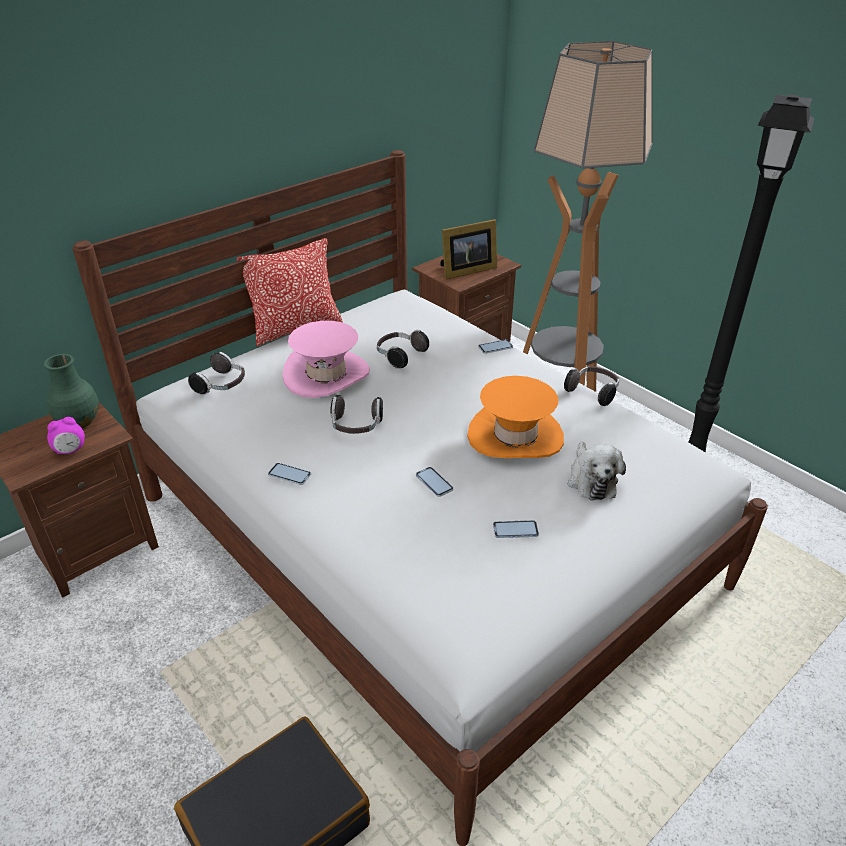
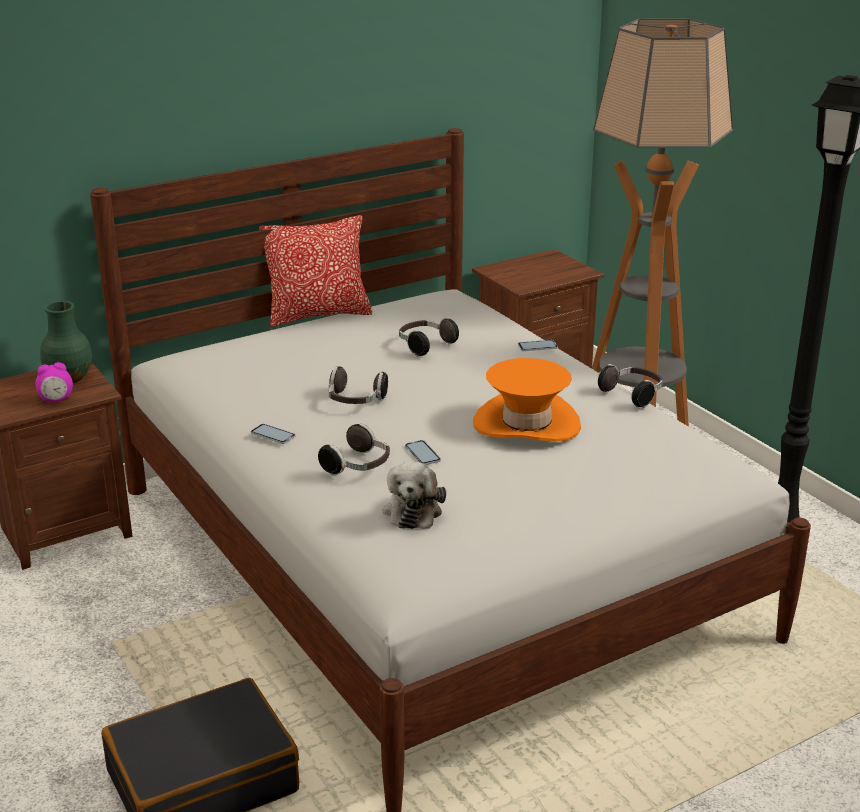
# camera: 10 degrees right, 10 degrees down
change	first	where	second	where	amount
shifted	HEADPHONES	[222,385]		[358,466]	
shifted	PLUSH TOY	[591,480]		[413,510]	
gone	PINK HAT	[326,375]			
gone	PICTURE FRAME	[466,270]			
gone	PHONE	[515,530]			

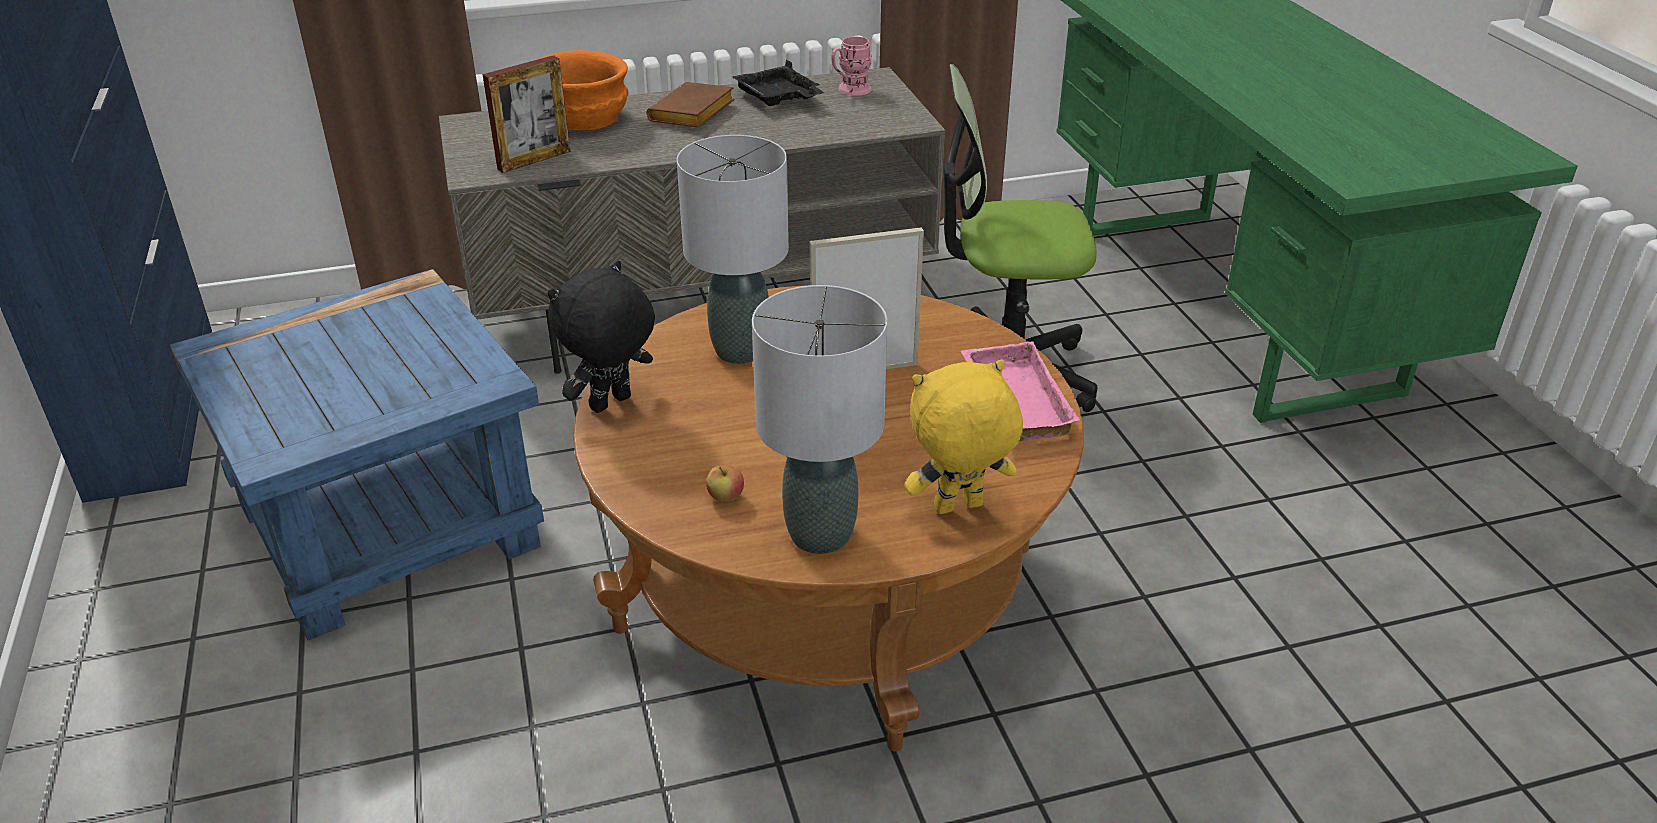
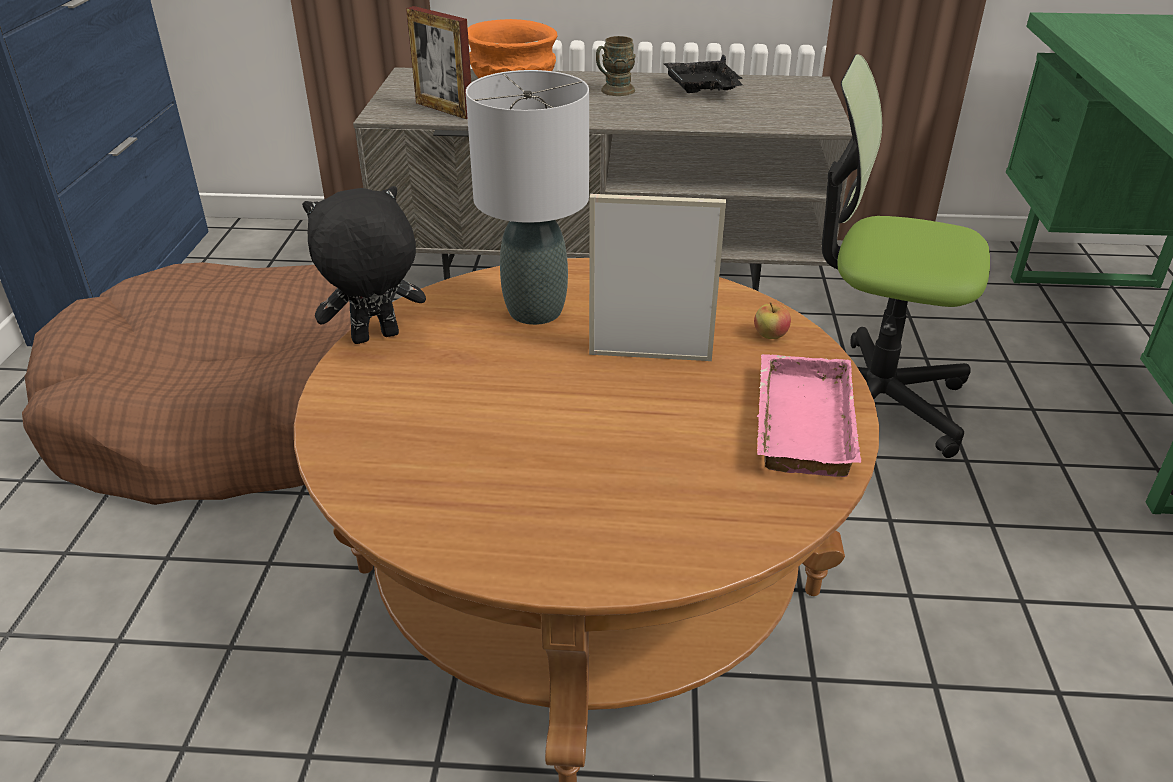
# camera: 20 degrees right, 0 degrees up
change	first	where	second	where	amount
swapped	BLUE SIDE TABLE	[390,523]	BROWN DOG BED	[235,416]	
rotated	PICTURE FRAME	[534,160]		[444,109]	60 degrees clockwise
swapped	BROWN BOOK	[693,114]	BROWN MUG	[613,92]	
shifted	APPLE	[726,497]		[770,336]	
gone	GREY TABLE LAMP	[819,534]			
gone	PINK MUG	[850,90]			
gone	YELLOW PLUSH TOY	[958,509]			

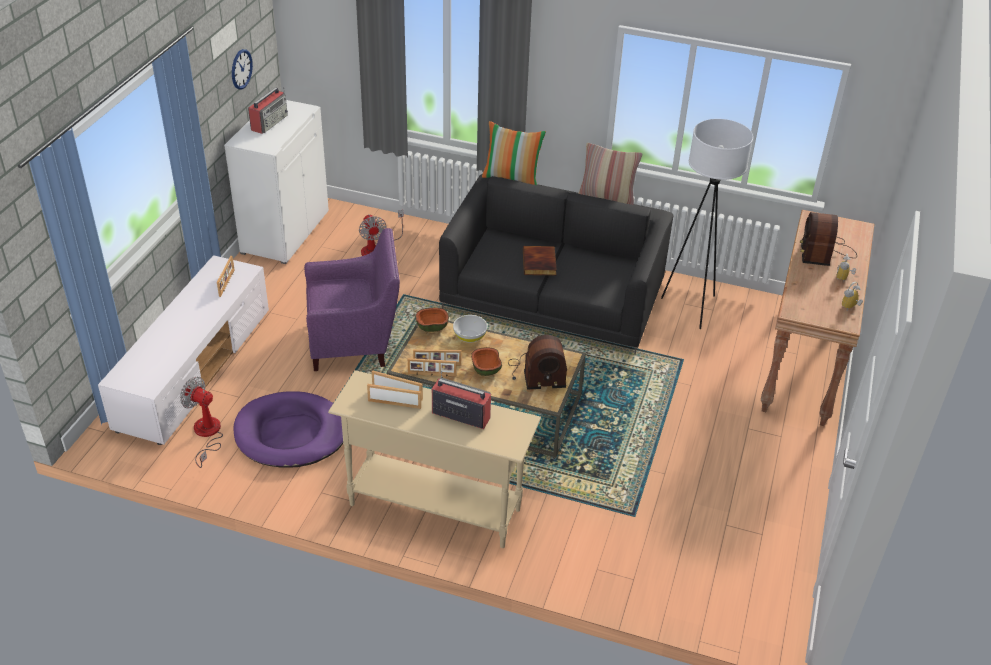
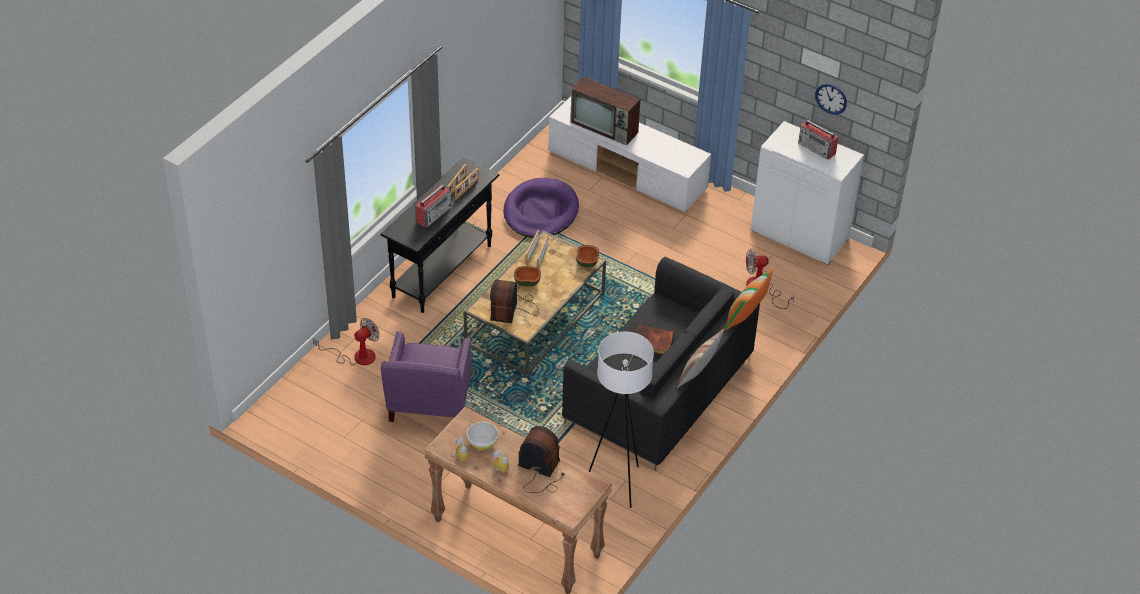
# camera: 105 degrees right, 5 degrees up
change	first	where	second	where	amount
shifted	FAN	[206,435]		[356,356]	
repainted	BEIGE CONSOLE TABLE	[434,506]	BLACK CONSOLE TABLE	[442,271]	
shifted	PURPLE ARMCHAIR	[355,343]		[428,407]	
shifted	WHITE BOWL	[469,336]		[482,442]	
new			TELEVISION	[605,127]	
gone	PICTURE FRAME	[227,283]			

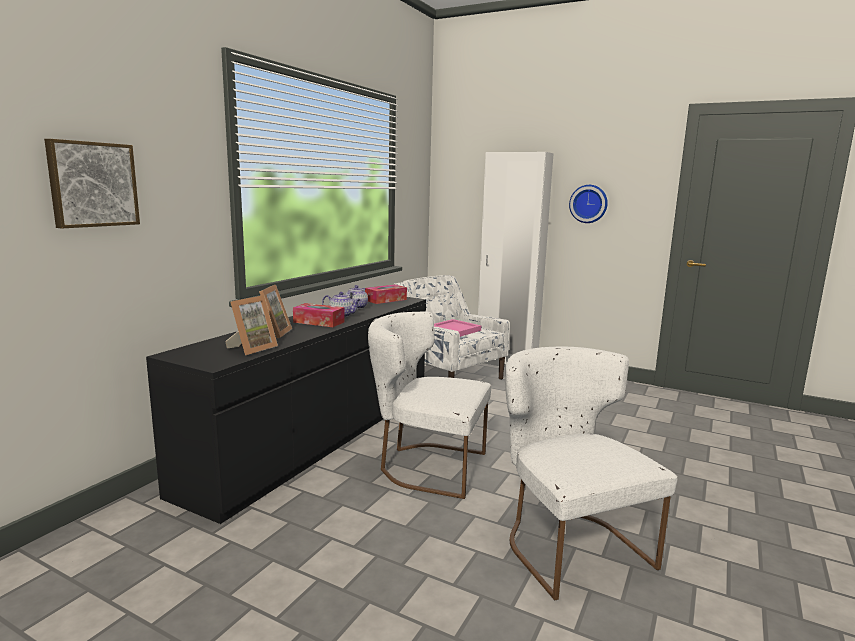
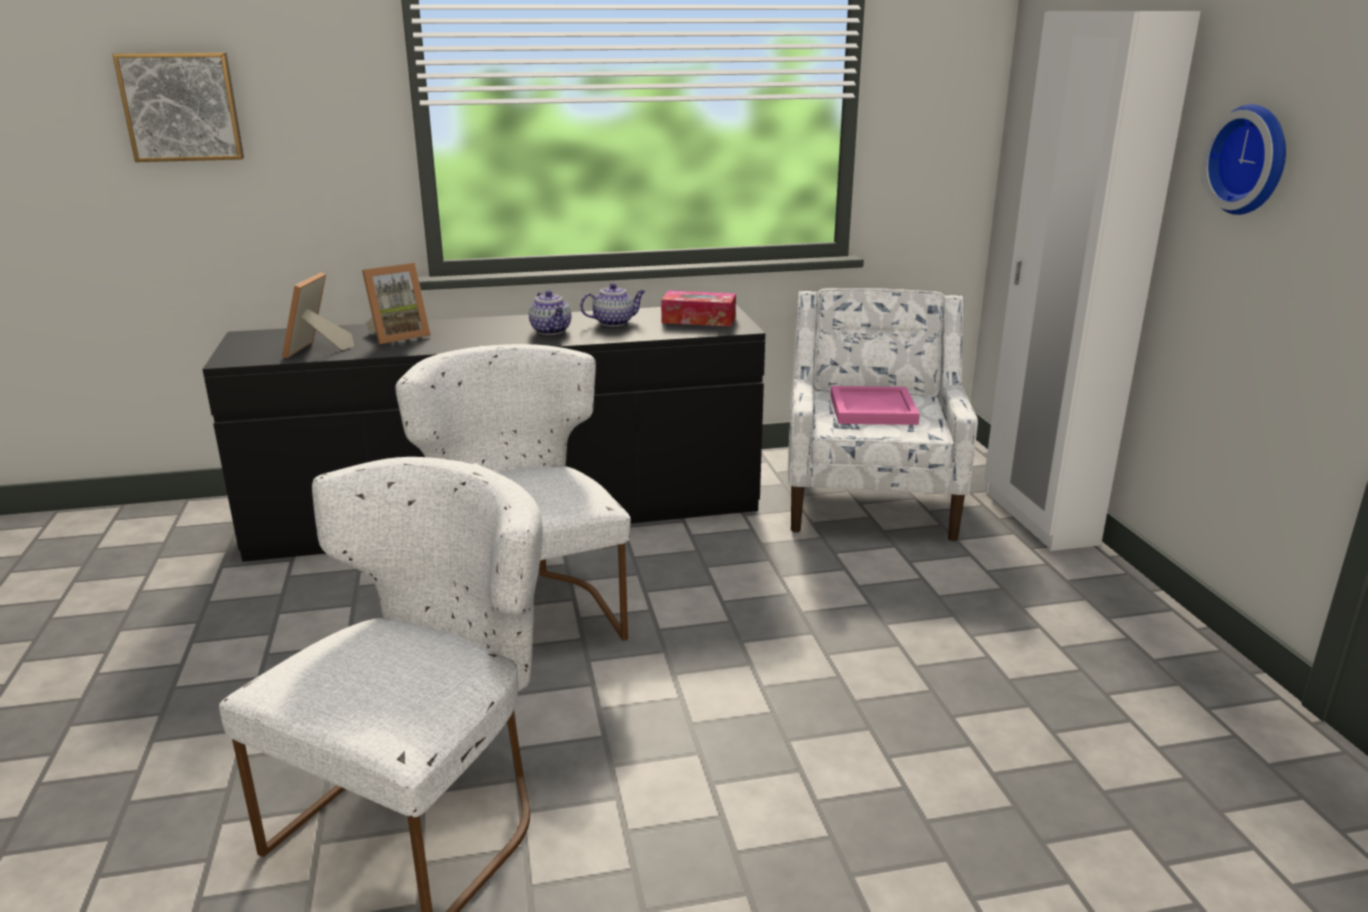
# camera: 50 degrees right, 10 degrees up
change	first	where	second	where	amount
rotated	PICTURE FRAME	[252,348]		[316,350]	105 degrees clockwise
gone	TISSUE BOX	[319,322]			

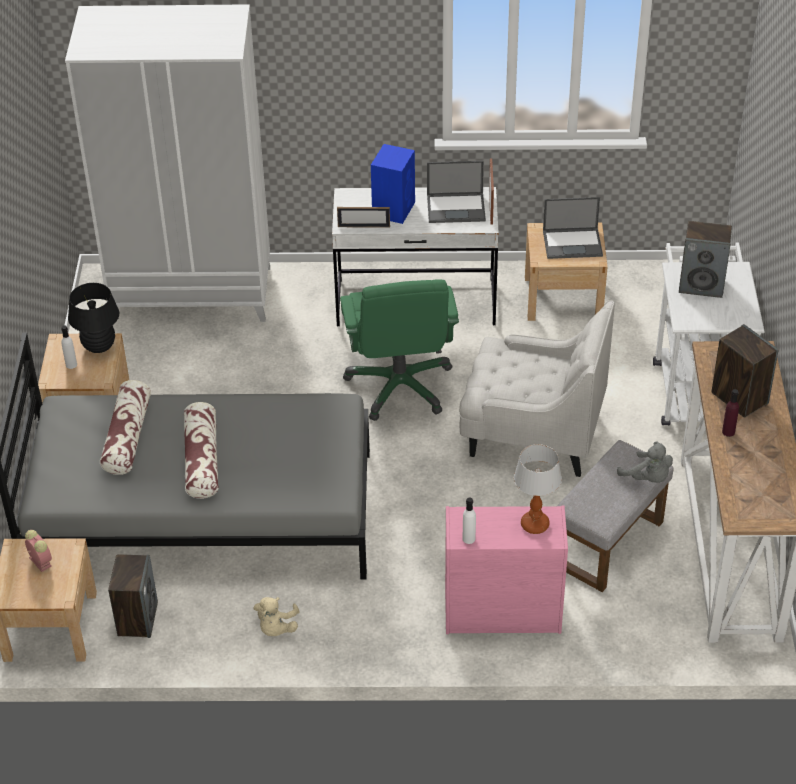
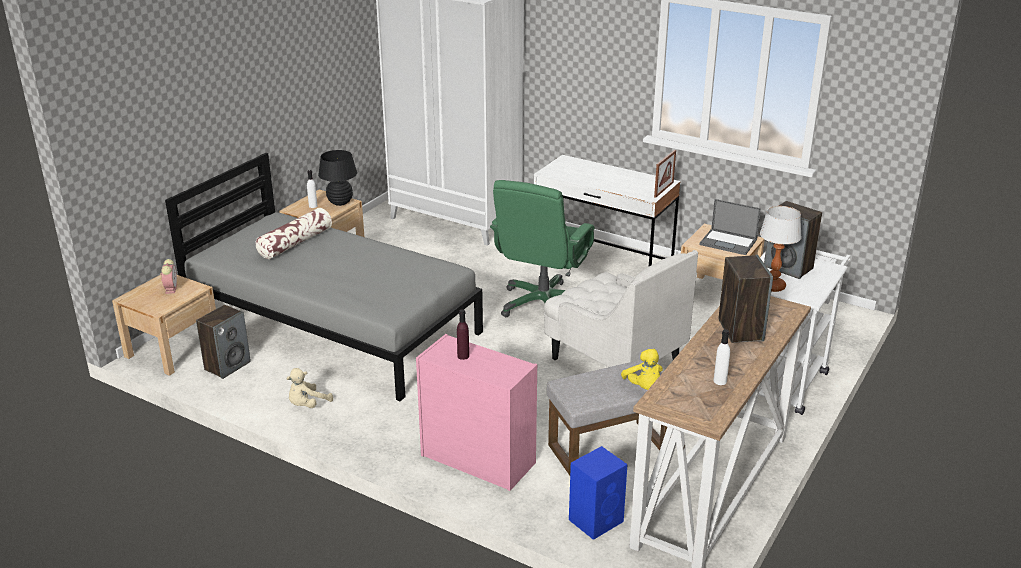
# camera: 30 degrees right, 15 degrees down
change	first	where	second	where	amount
shifted	PURPLE BOTTLE	[728,432]		[463,356]	
shifted	BLUE SPEAKER	[394,209]		[597,520]	
repainted	GREY PLUSH TOY	[647,478]	YELLOW PLUSH TOY	[646,388]	
shifted	WHITE BOTTLE	[468,538]		[720,381]	
shifted	TABLE LAMP	[534,524]		[772,286]	
gone	PILLOW	[202,459]			
gone	PICTURE FRAME	[364,226]			
gone	LAPTOP	[456,208]			

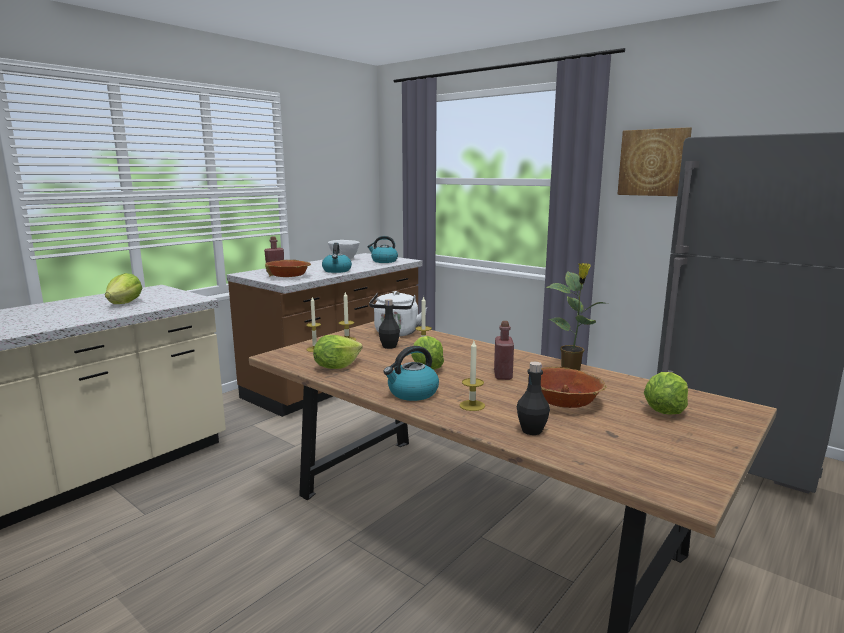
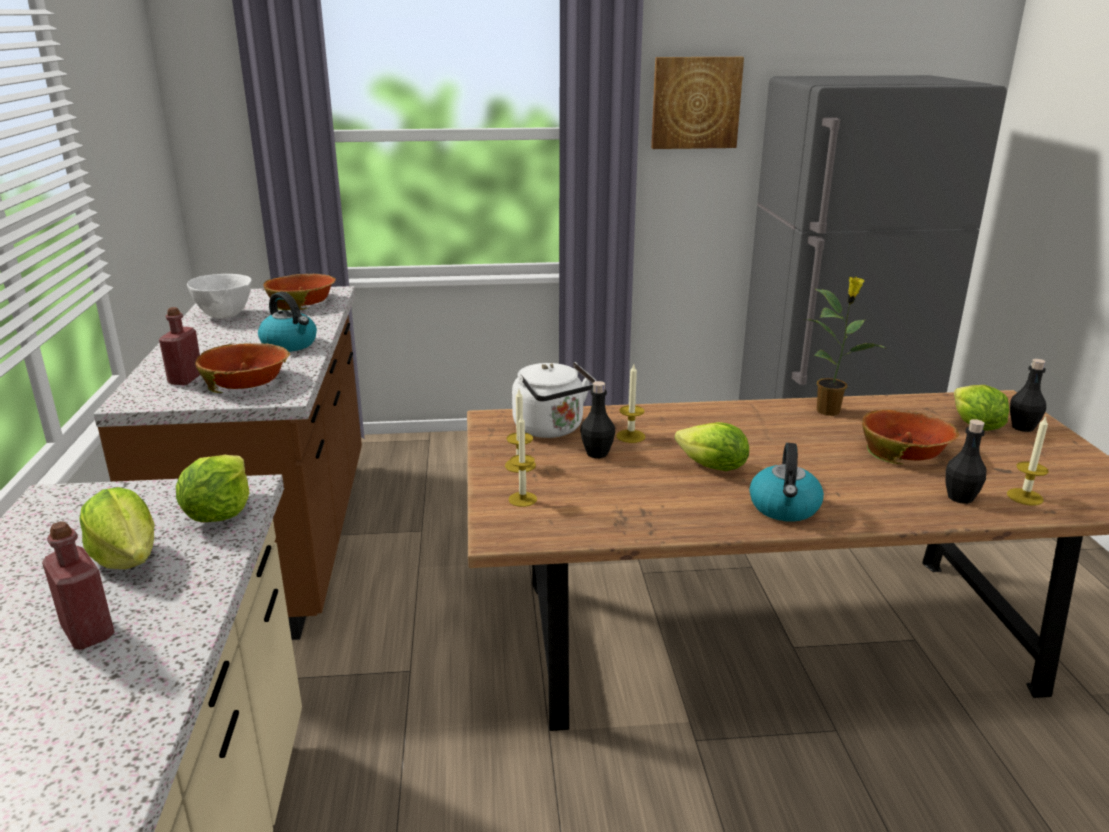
# camera: 45 degrees left, 10 degrees up
change	first	where	second	where	amount
shifted	RED BOTTLE	[503,375]		[88,632]	
shifted	LETTUCE	[336,367]		[219,513]	
swapped	KETTLE	[384,261]	BOWL	[302,302]	
shifted	CANDLE	[472,405]		[1025,497]	
new			BLACK BOTTLE	[1022,427]	

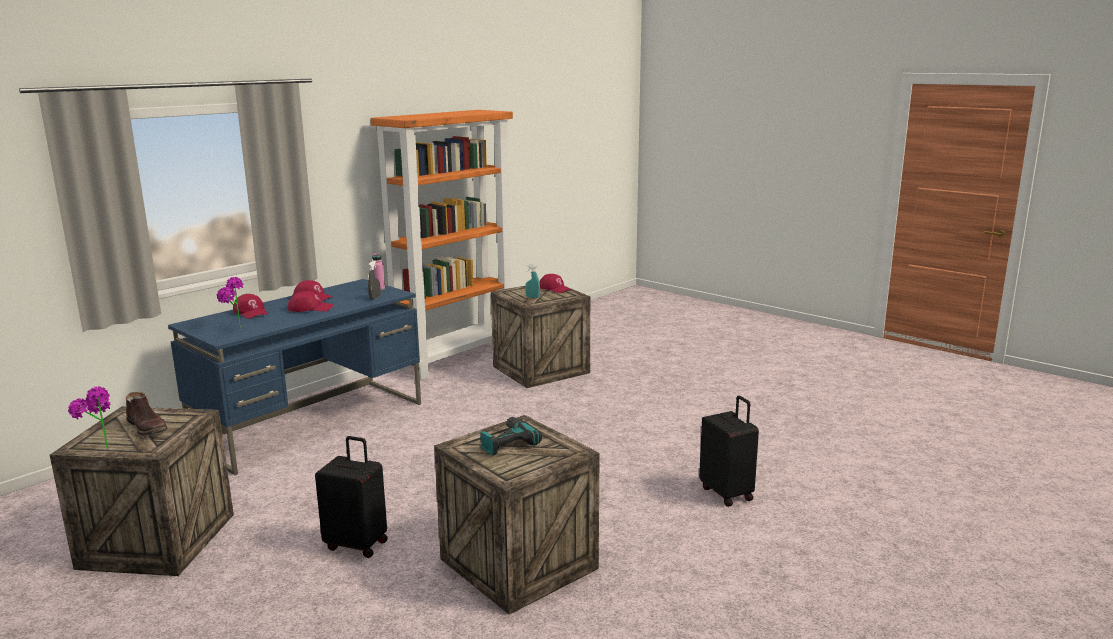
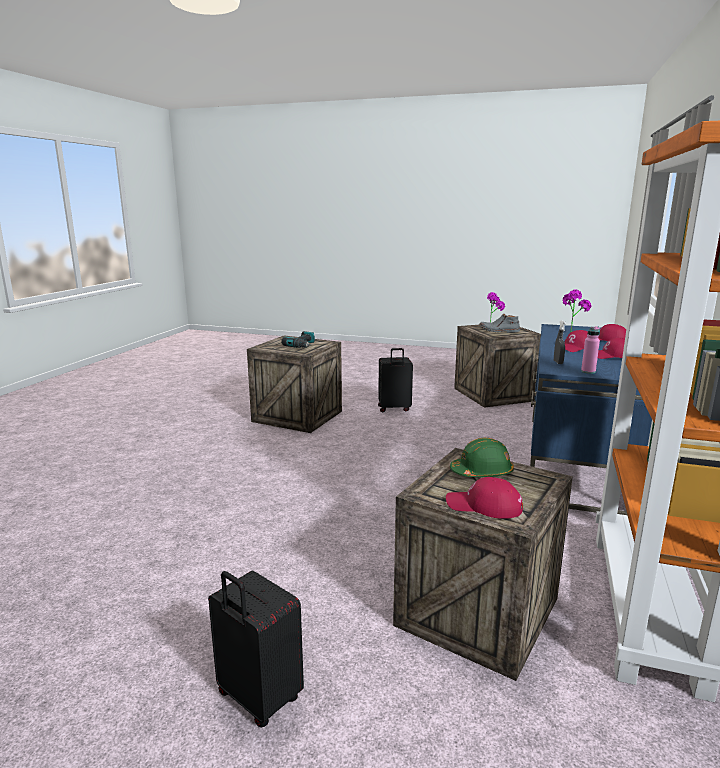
# camera: 155 degrees right, 0 degrees up
change	first	where	second	where	amount
shifted	BLACK SUITCASE	[727,493]		[257,698]	
swapped	TURQUOISE SPRAY BOTTLE	[532,297]	GREEN HARD HAT	[482,472]	
repainted	BROWN BOOT	[148,427]	GREY BOOT	[498,331]	

